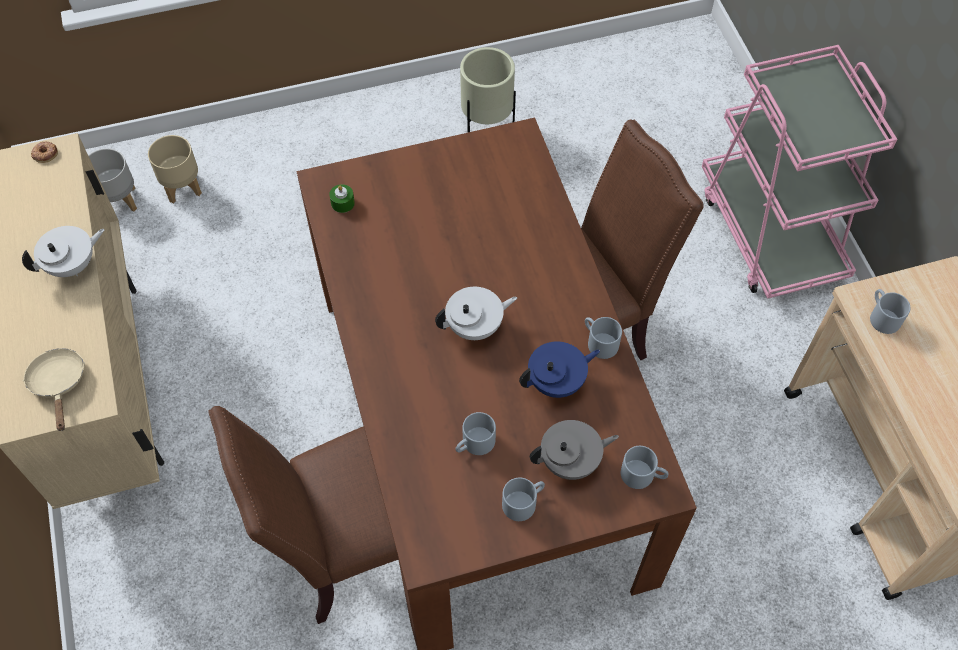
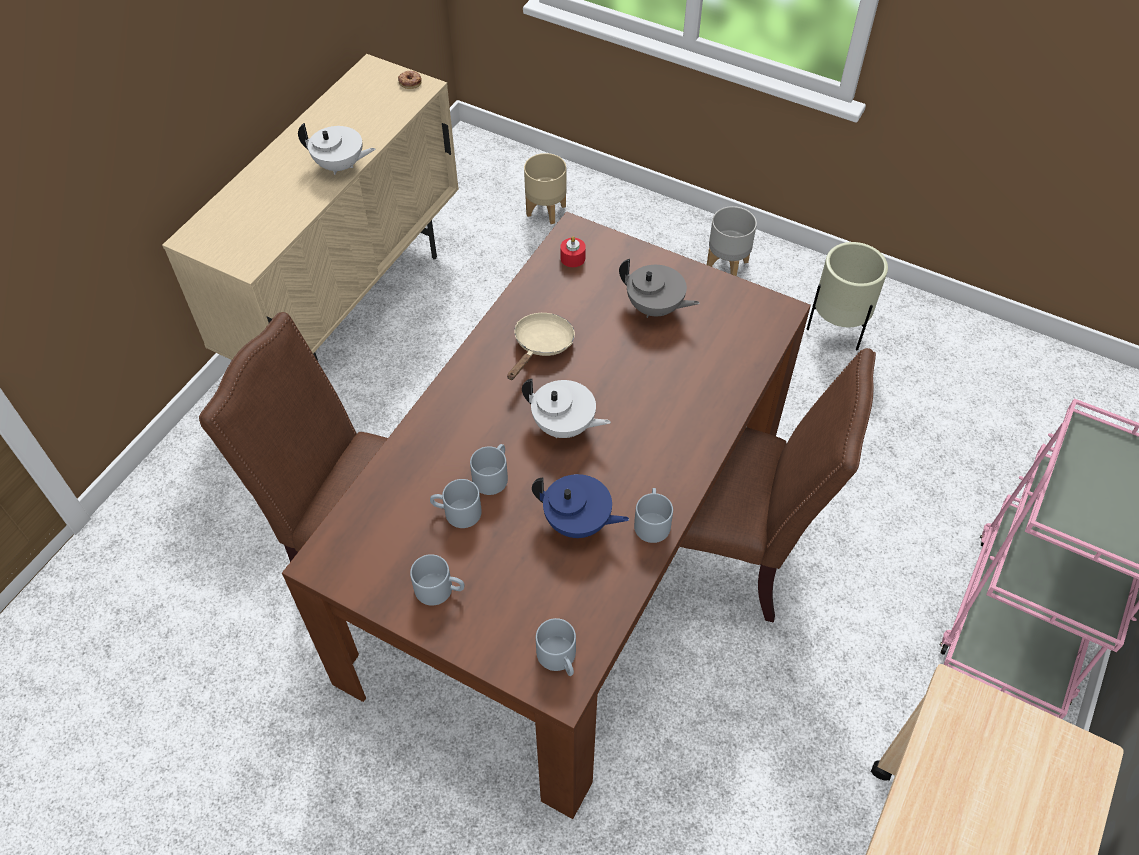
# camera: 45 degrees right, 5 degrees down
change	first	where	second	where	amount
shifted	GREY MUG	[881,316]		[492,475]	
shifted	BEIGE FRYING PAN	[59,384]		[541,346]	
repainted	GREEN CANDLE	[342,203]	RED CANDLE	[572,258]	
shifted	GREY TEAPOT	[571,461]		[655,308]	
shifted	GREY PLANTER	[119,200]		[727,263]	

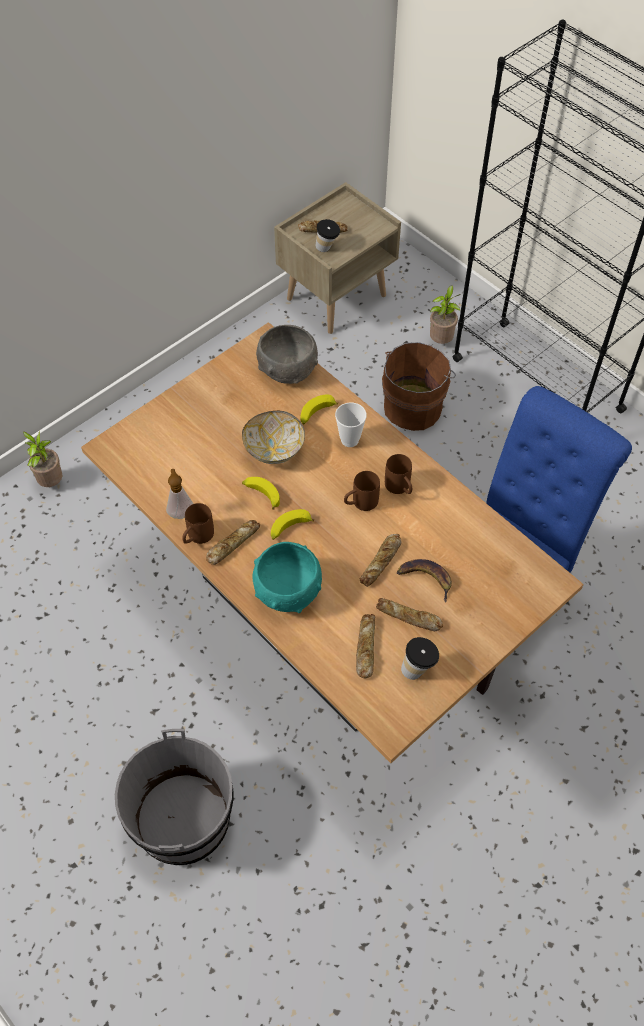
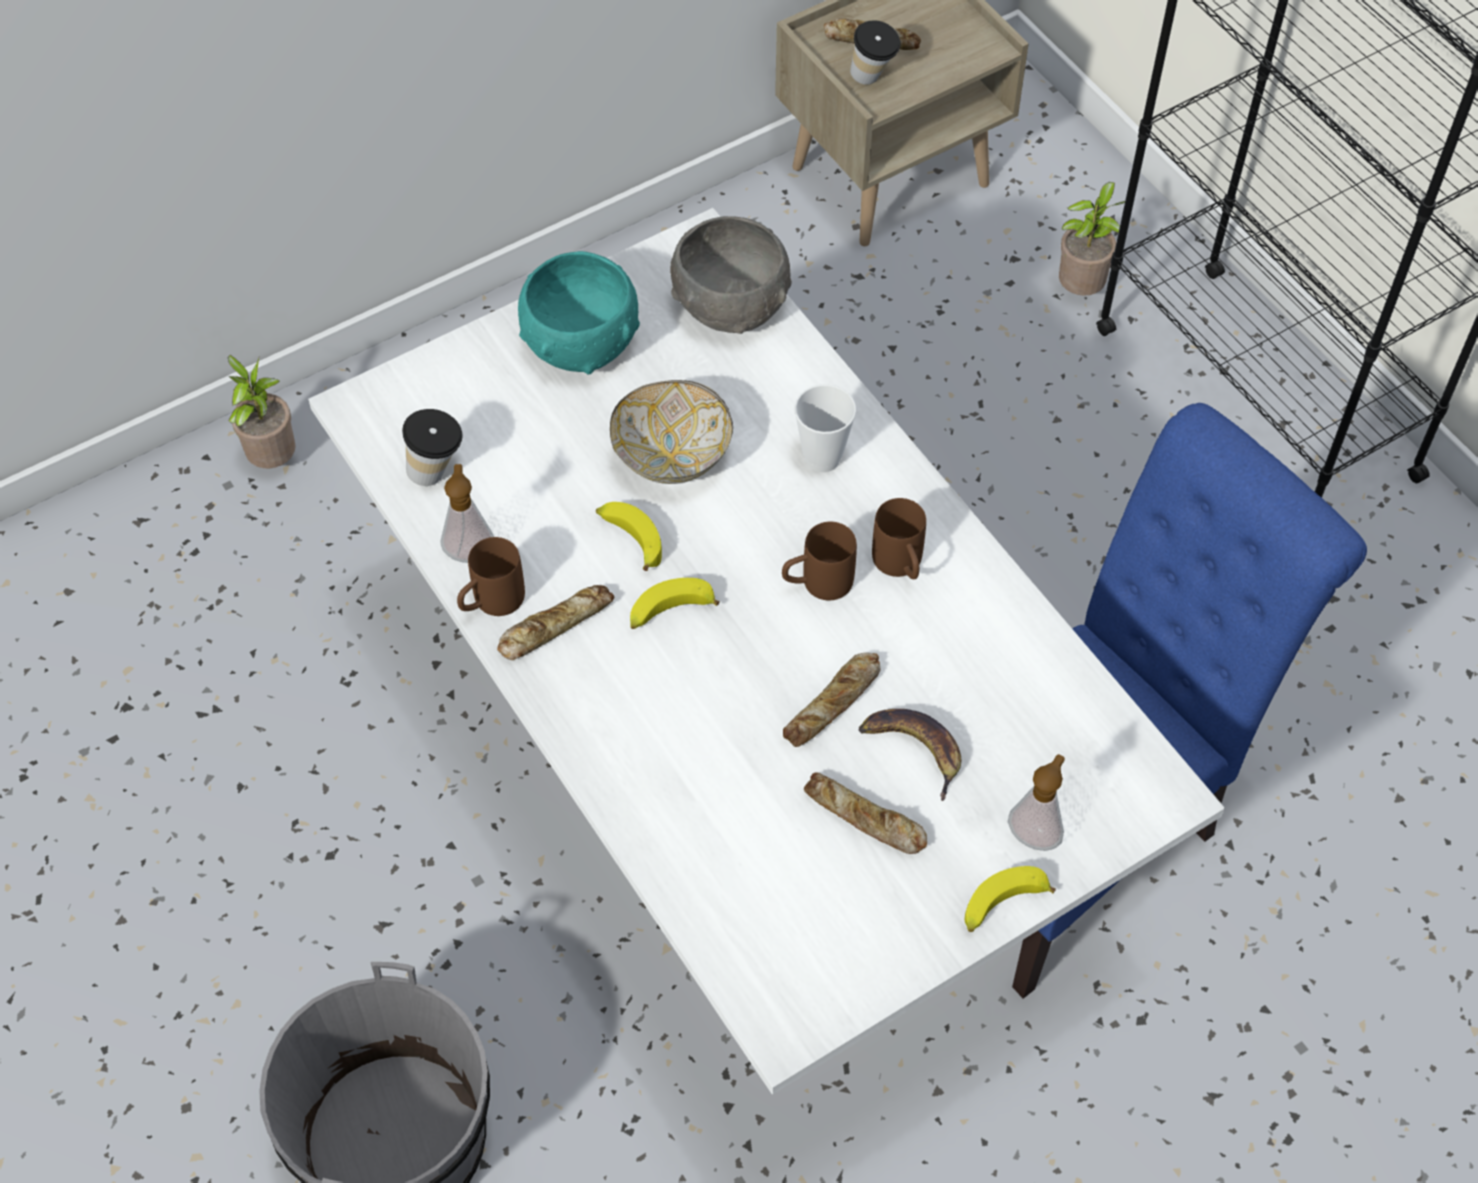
# camera: 10 degrees right, 0 degrees up
change	first	where	second	where	amount
repainted	BROWN DINING TABLE	[321,613]	WHITE DINING TABLE	[738,790]	
shifted	CUP	[418,669]		[438,473]	
shifted	TURQUOISE BOWL	[287,591]		[581,343]	
shifted	BANANA	[316,414]		[1002,906]	
new			SOAP DISPENSER	[1035,834]	
gone	BREAD	[365,648]			
gone	BROWN BUCKET	[414,405]			

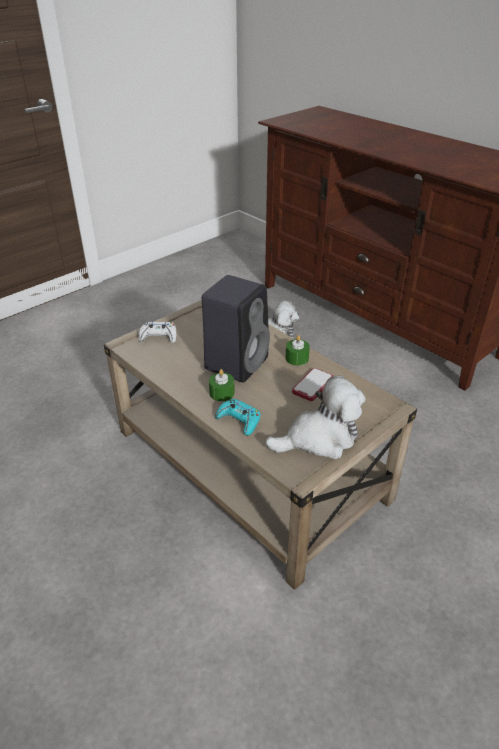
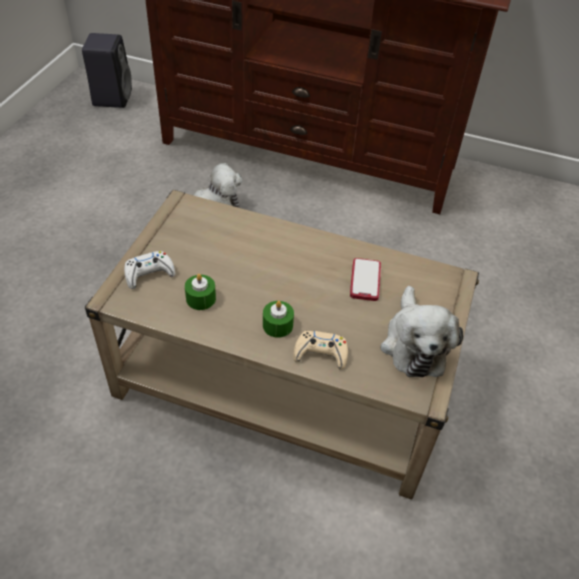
# camera: 30 degrees left, 10 degrees up
change	first	where	second	where	amount
shifted	BLACK SPEAKER	[237,362]		[112,97]	
shifted	GREEN CANDLE	[297,358]		[201,298]	
repainted	TURQUOISE GAME CONTROLLER	[239,420]	BEIGE GAME CONTROLLER	[320,354]	
rotated	PLUSH TOY	[319,438]		[414,344]	135 degrees clockwise

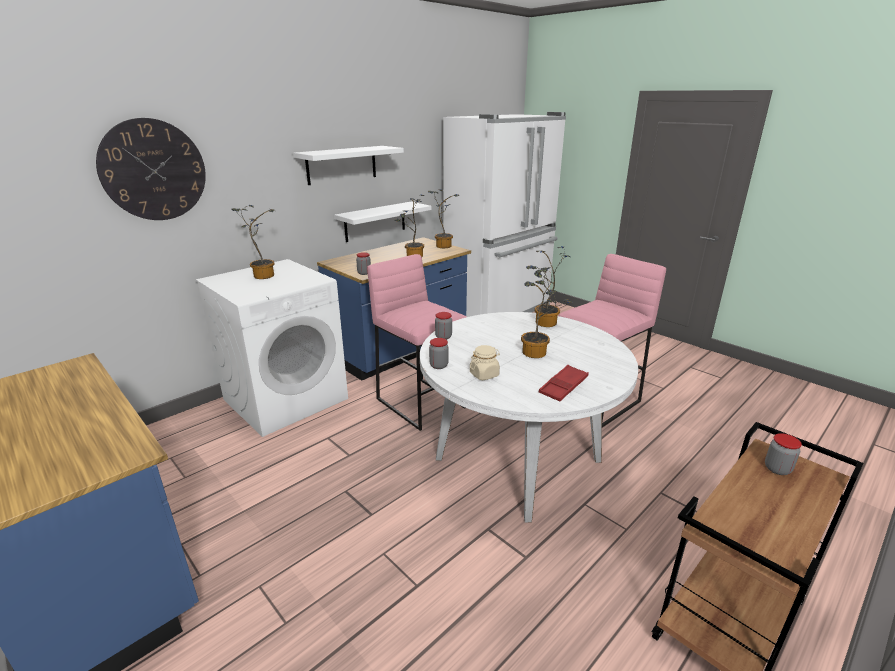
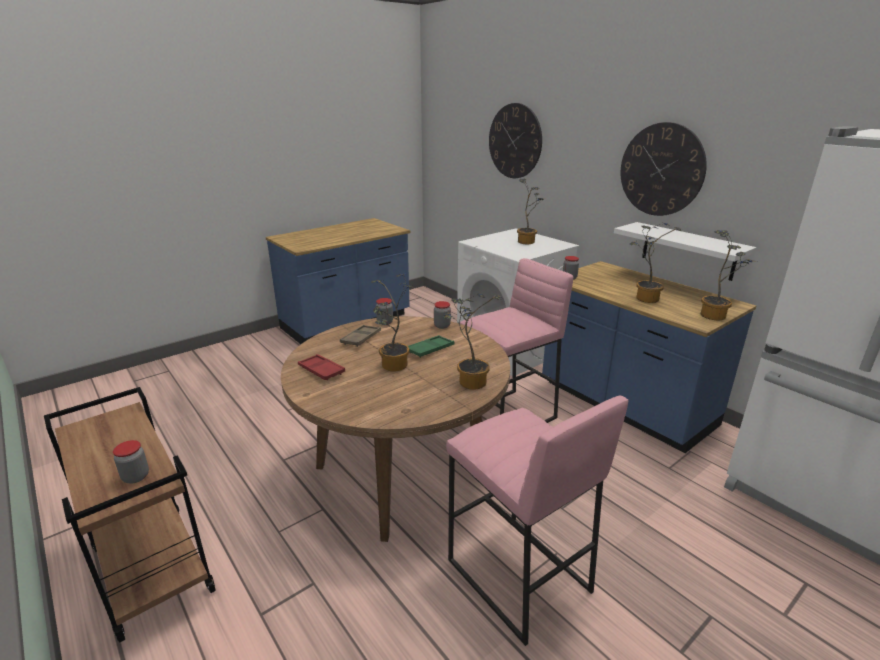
# camera: 95 degrees right, 0 degrees up
change	first	where	second	where	amount
repainted	WHITE DINING TABLE	[517,459]	BROWN DINING TABLE	[401,473]	
swapped	BEIGE JAR	[484,374]	BROWN TRAY	[361,338]	
new			GREEN TRAY	[430,349]	
swapped	WHITE SHELF	[341,165]	WALL CLOCK	[661,170]	

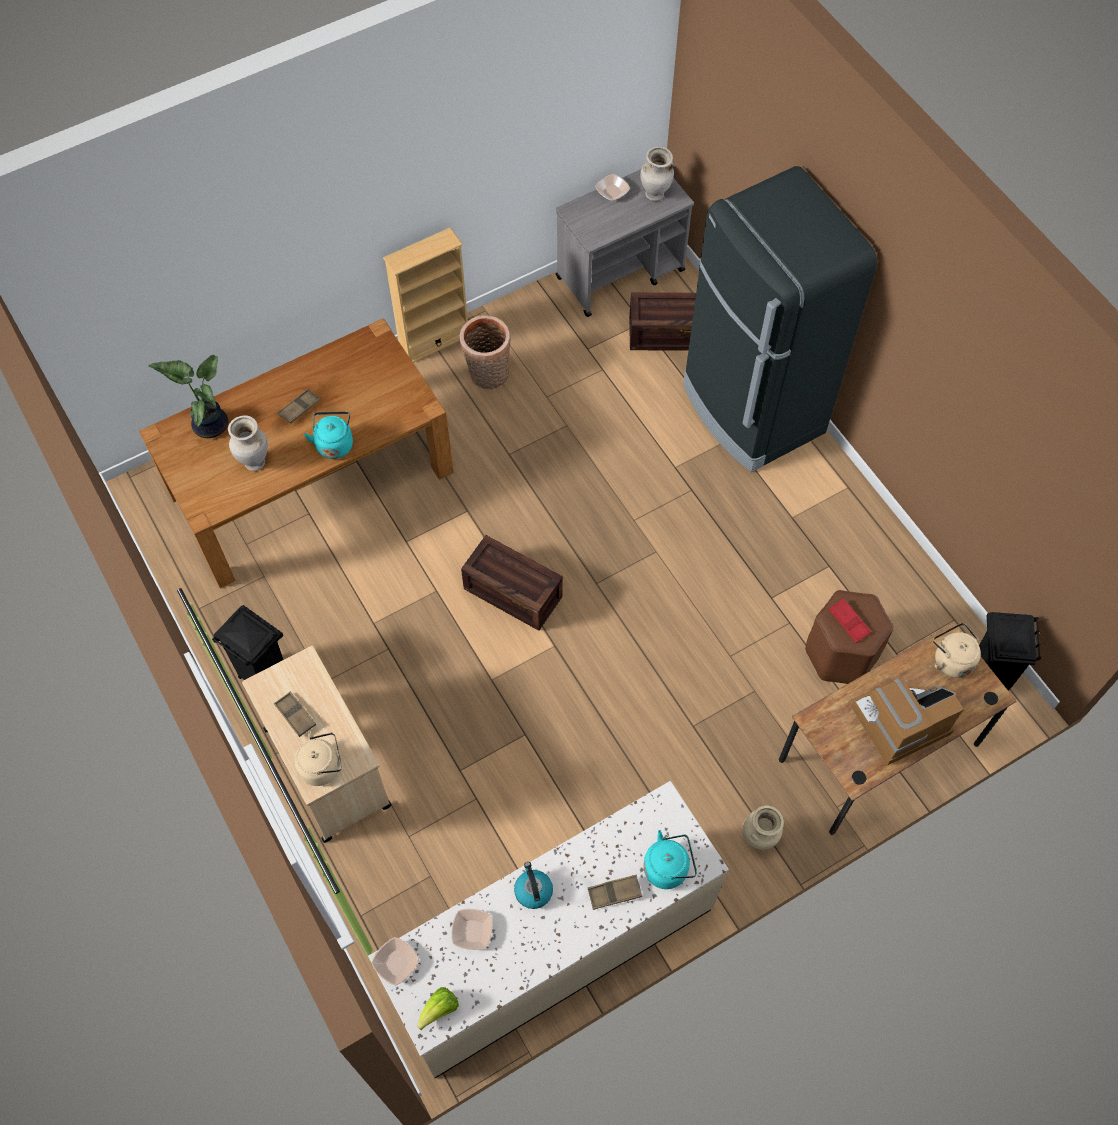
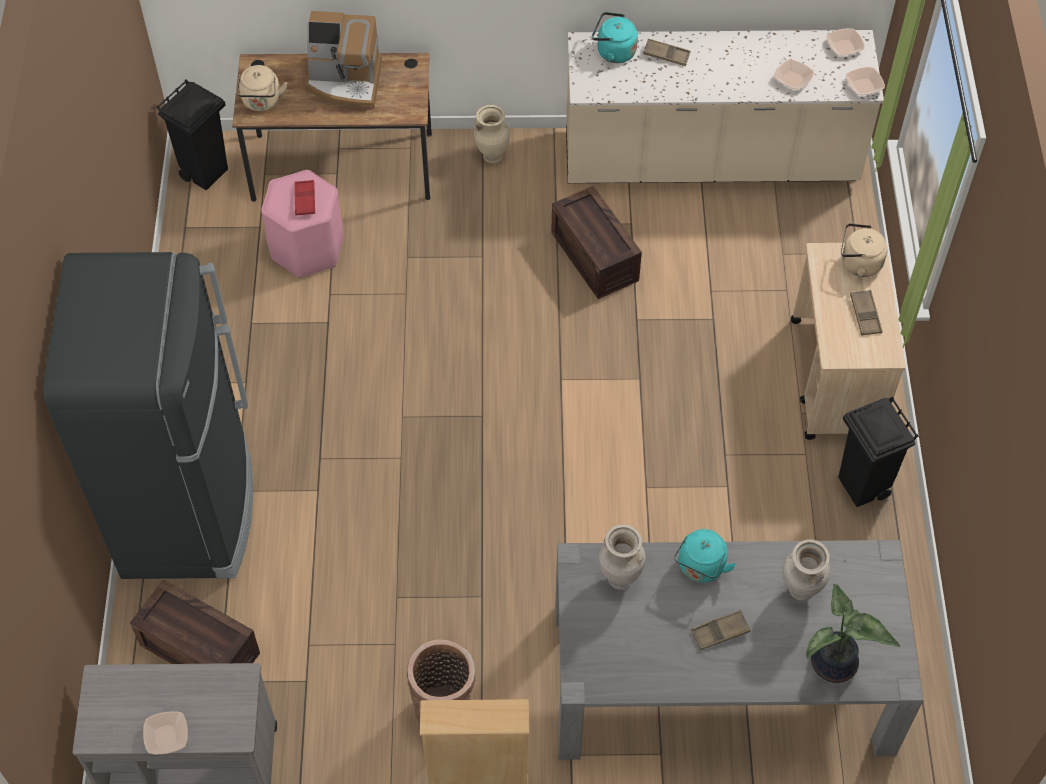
# camera: 150 degrees left, 5 degrees down
change	first	where	second	where	amount
repainted	BROWN STOOL	[841,654]	PINK STOOL	[307,249]	
shifted	CRATE	[511,593]		[596,257]	
repainted	BROWN DINING TABLE	[310,481]	GREY DINING TABLE	[721,679]	
shifted	BEIGE VASE	[655,195]		[620,577]	
swapped	LETTUCE	[439,1009]	BOWL	[844,47]	
gone	KETTLE	[533,890]			

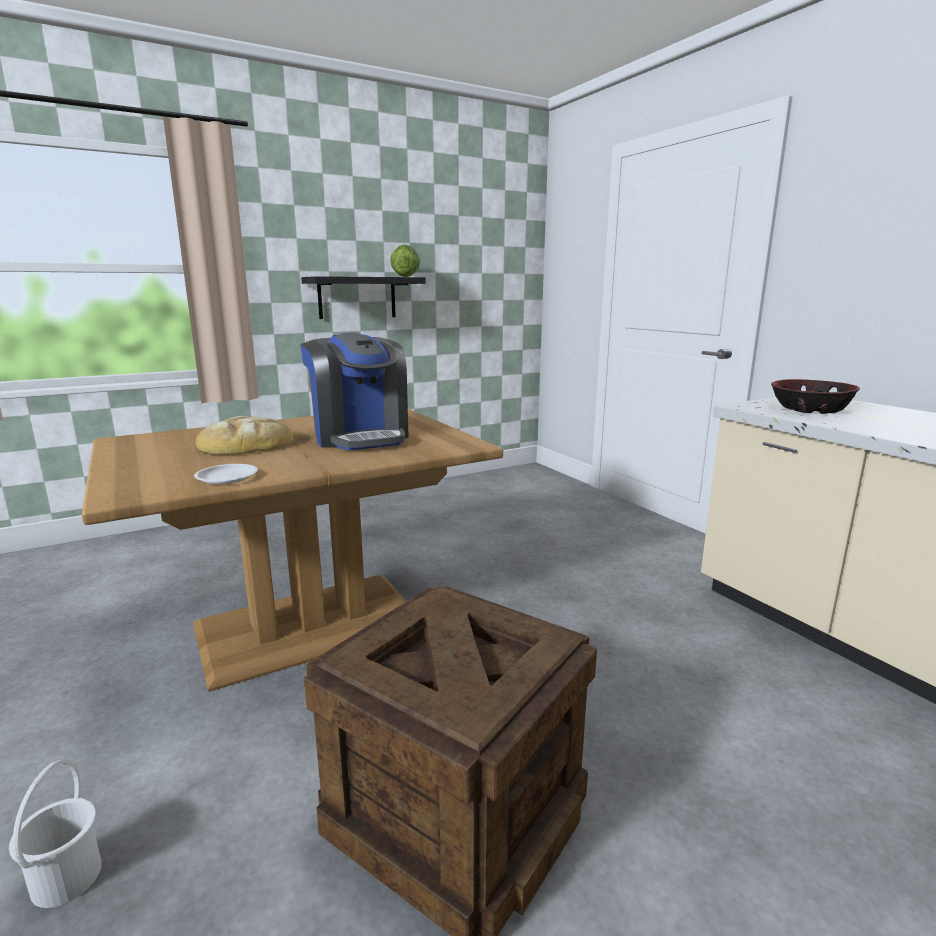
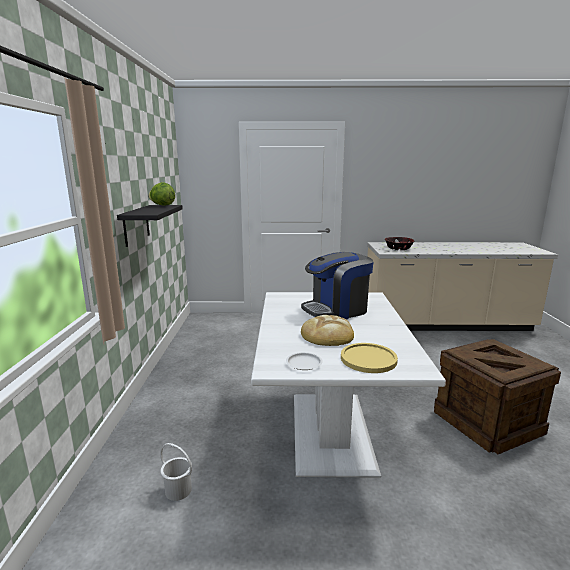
# camera: 60 degrees left, 0 degrees up
change	first	where	second	where	amount
shifted	WHITE BUCKET	[65,878]		[178,491]	
repainted	BROWN DINING TABLE	[308,624]	WHITE DINING TABLE	[329,431]	
shifted	WHITE PLATE	[226,477]		[304,364]	
rotated	COFFEE MACHINE	[360,437]		[336,310]	150 degrees clockwise
new			YELLOW PLATE	[368,359]	

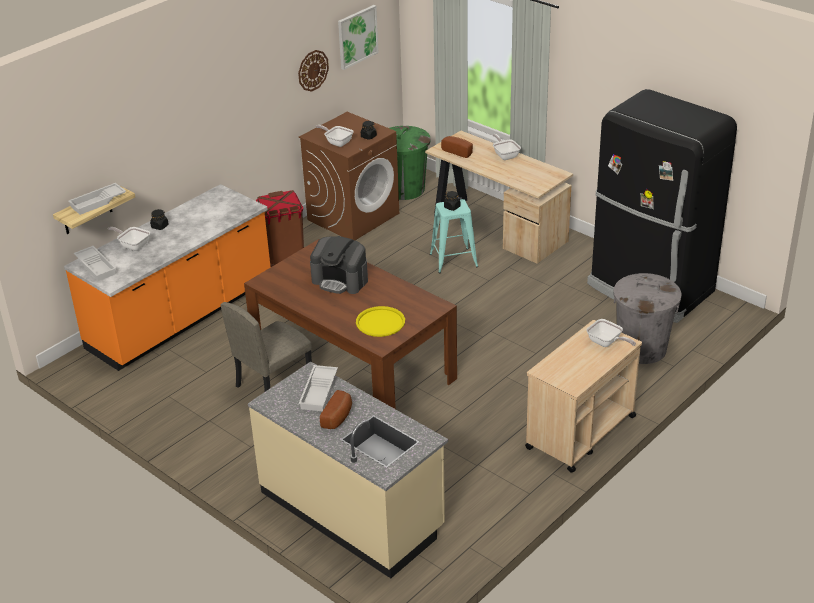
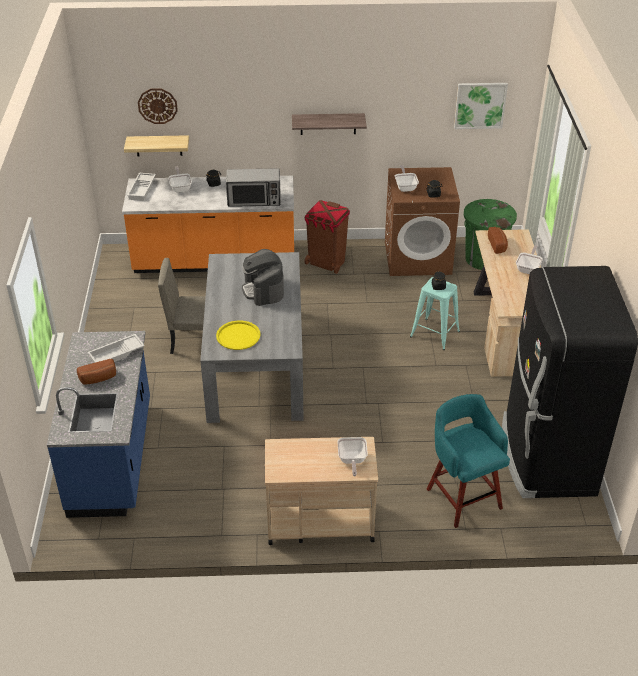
# camera: 45 degrees right, 5 degrees up
change	first	where	second	where	amount
repainted	BEIGE COUNTER	[352,510]	BLUE COUNTER	[112,457]	
shifted	WALL CLOCK	[313,70]		[157,106]	
repainted	BROWN DINING TABLE	[353,366]	GREY DINING TABLE	[256,364]	
new			MICROWAVE	[254,200]	
new			SHELF	[328,124]	
swapped	GREY TRASH CAN	[641,348]	TURQUOISE STOOL	[463,497]	
gone	WHITE TRAY	[98,202]			

